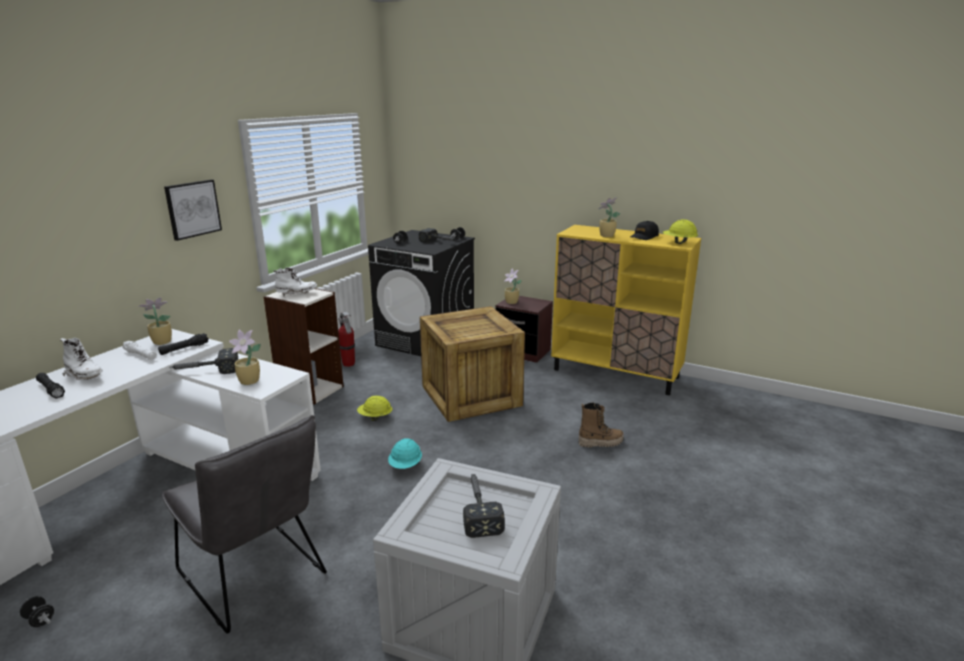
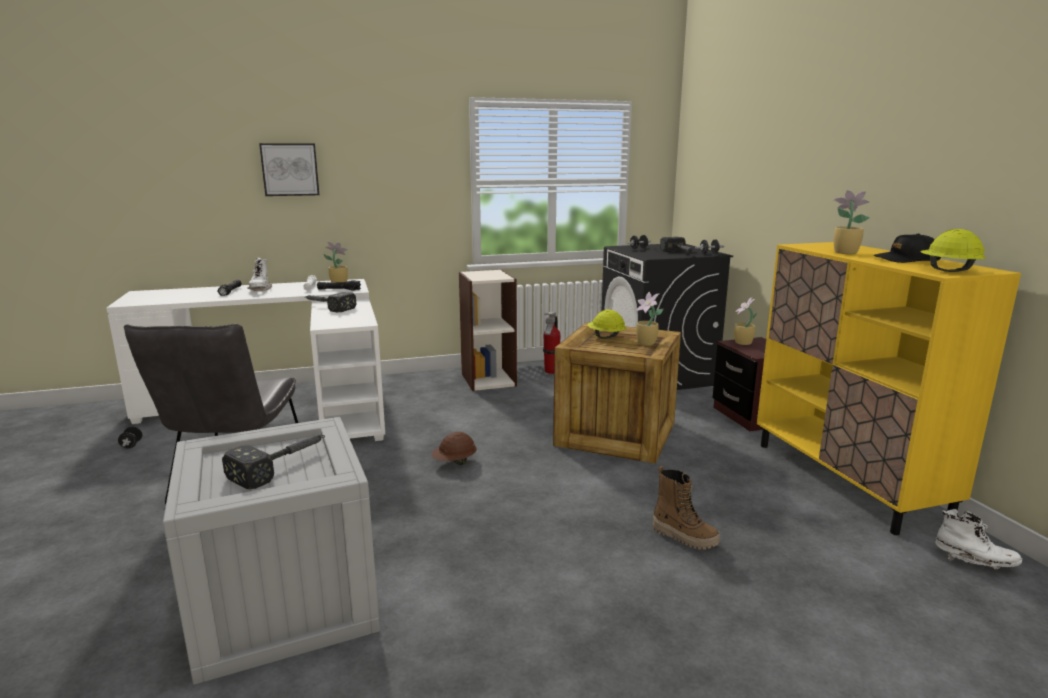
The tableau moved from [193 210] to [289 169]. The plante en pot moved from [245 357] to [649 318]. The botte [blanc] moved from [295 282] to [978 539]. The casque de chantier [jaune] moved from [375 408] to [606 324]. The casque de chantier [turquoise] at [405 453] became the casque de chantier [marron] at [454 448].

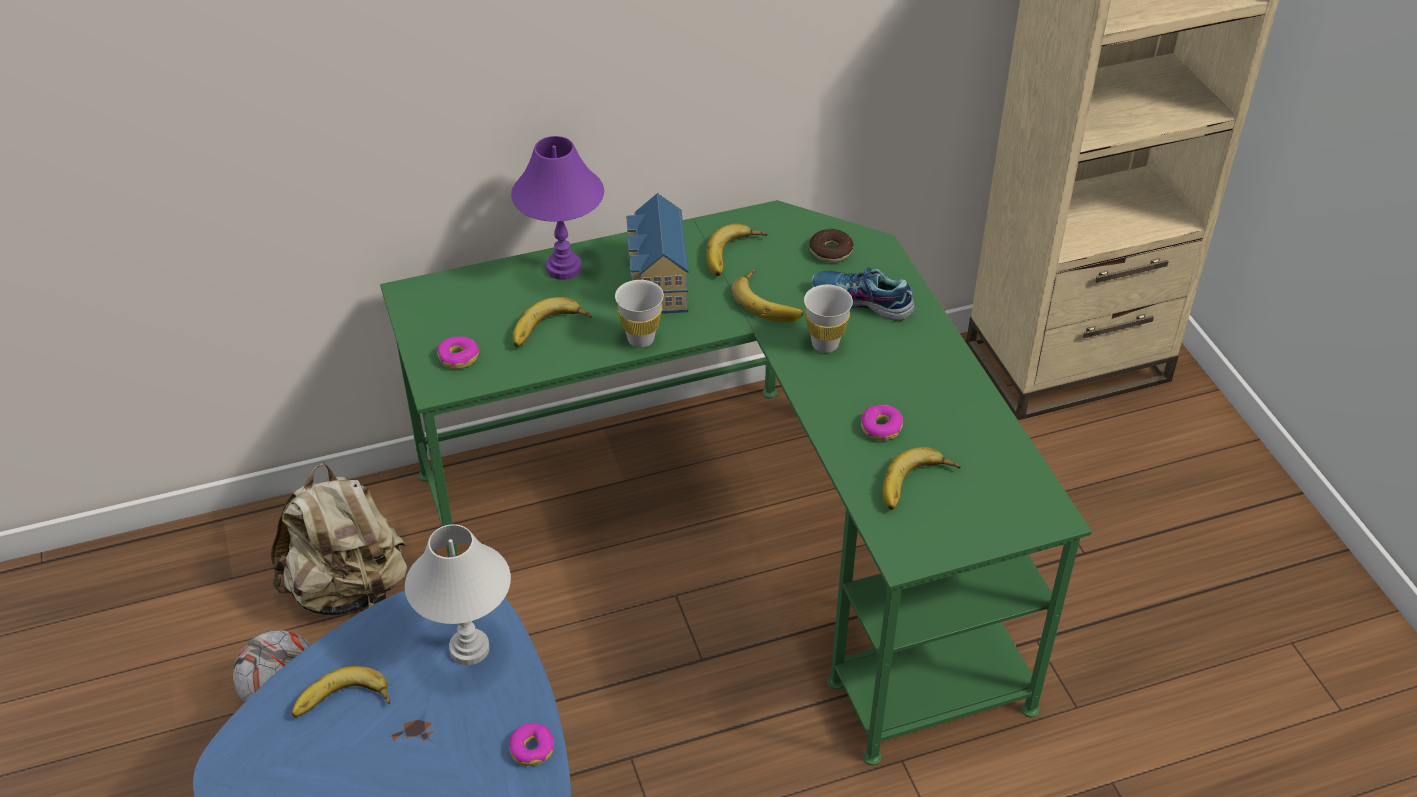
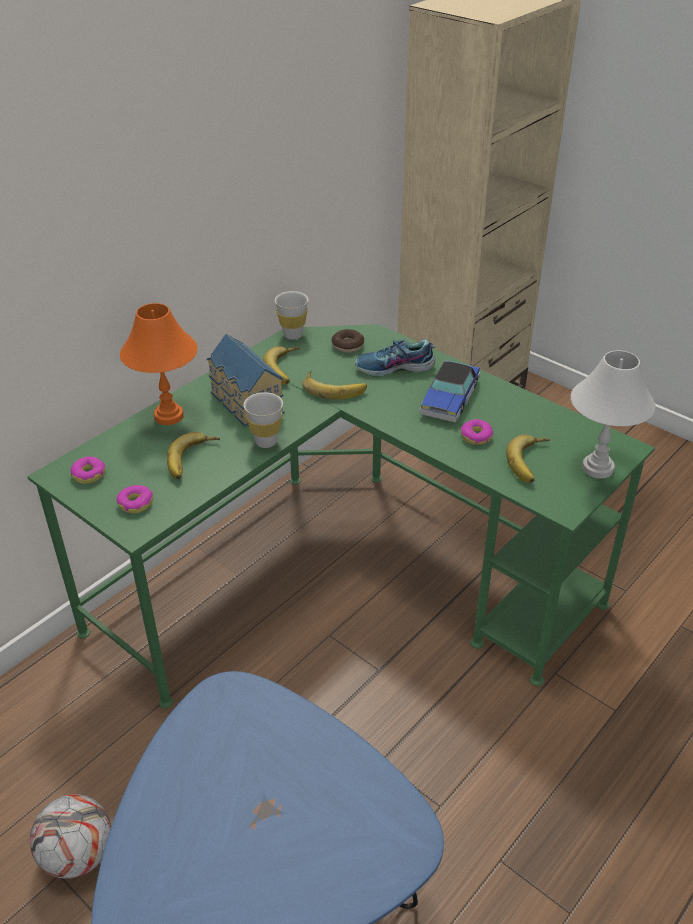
The sac à dos [beige] at [339 539] disappeared. The banane at [341 691] disappeared. The petite voiture at [449 391] appeared. The lampe de table [blanc] moved from [458 594] to [613 414]. The beignet moved from [531 744] to [87 470]. The tasse [blanc] moved from [828 319] to [291 315]. The lampe de table [violet] at [557 208] became the lampe de table [orange] at [159 364].

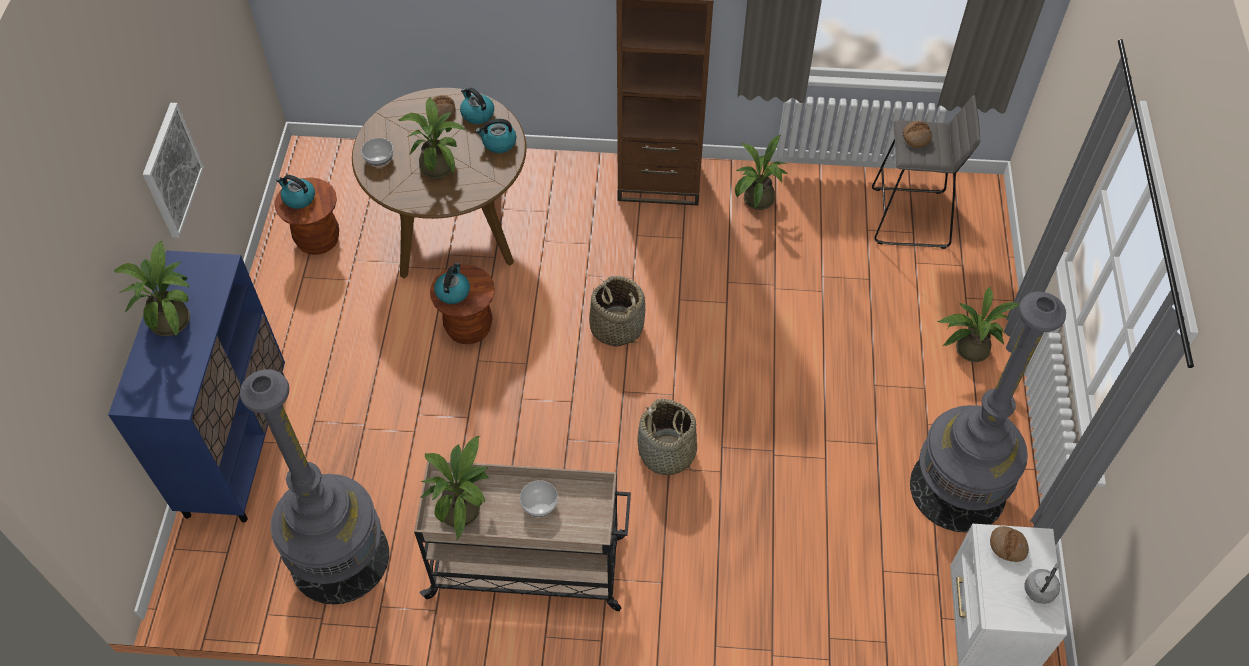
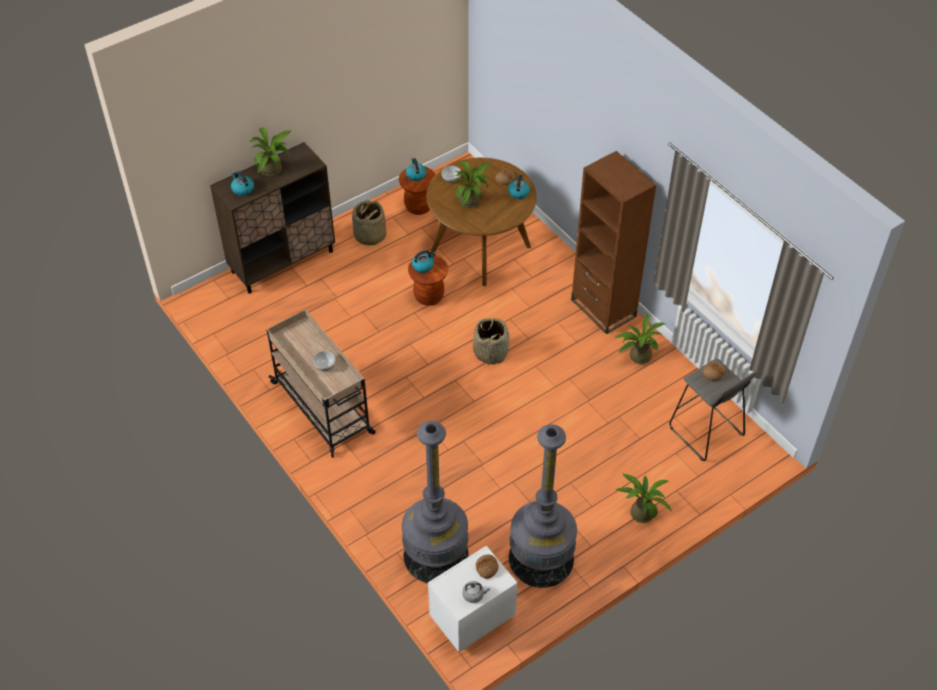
The tableau at [173 170] disappeared. The plante en pot at [454 488] disappeared. The lampadaire [gris] moved from [314 486] to [435 502]. The bouilloire moved from [495 136] to [242 184]. The panier moved from [667 437] to [369 223]. The meuble de rangement [bleu] at [196 386] became the meuble de rangement [marron] at [272 217].

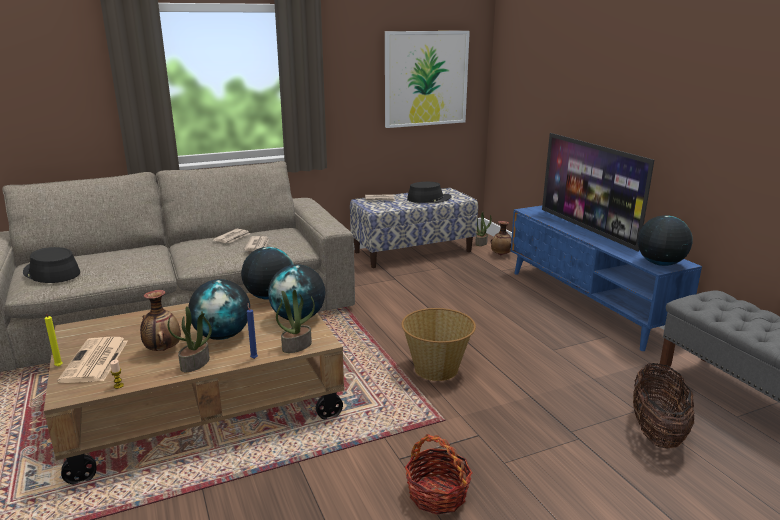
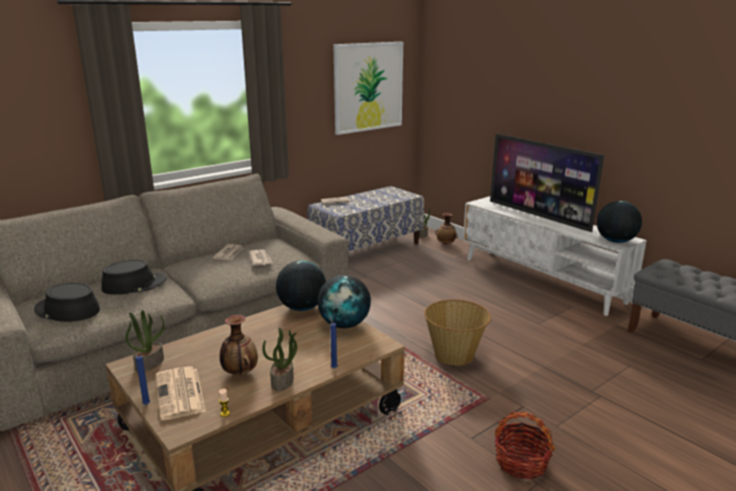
The globe at [219 309] disappeared. The panier at [664 406] disappeared. The plante en pot moved from [295 321] to [145 341]. The chapeau [noir] moved from [429 192] to [134 277]. The bougie [jaune] at [54 340] became the bougie [bleu] at [143 379]. The meuble télé [bleu] at [606 278] became the meuble télé [blanc] at [555 256].

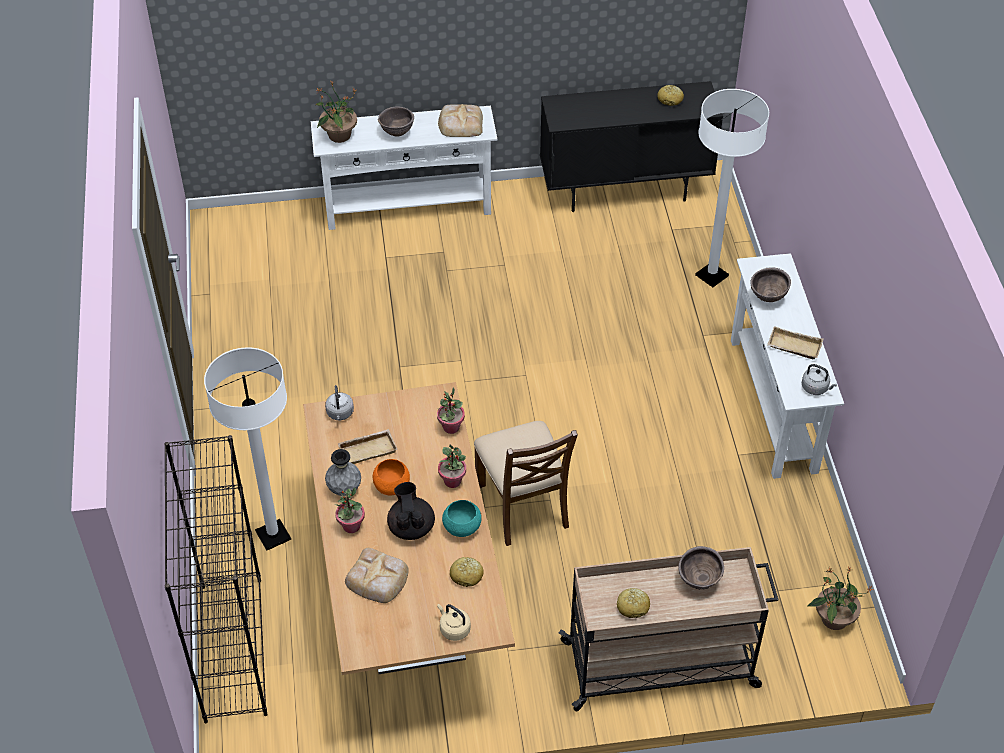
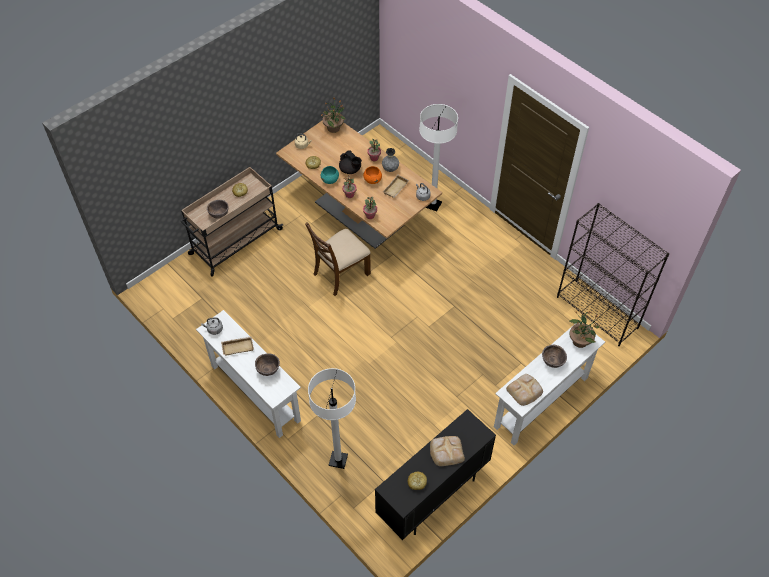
The bibliothèque [noir] moved from [216 579] to [613 274]. The pain moved from [377 575] to [447 451]. The plante en pot moved from [840 598] to [333 115]. The chaise [marron] at [526 483] turned 75 degrees counterclockwise.

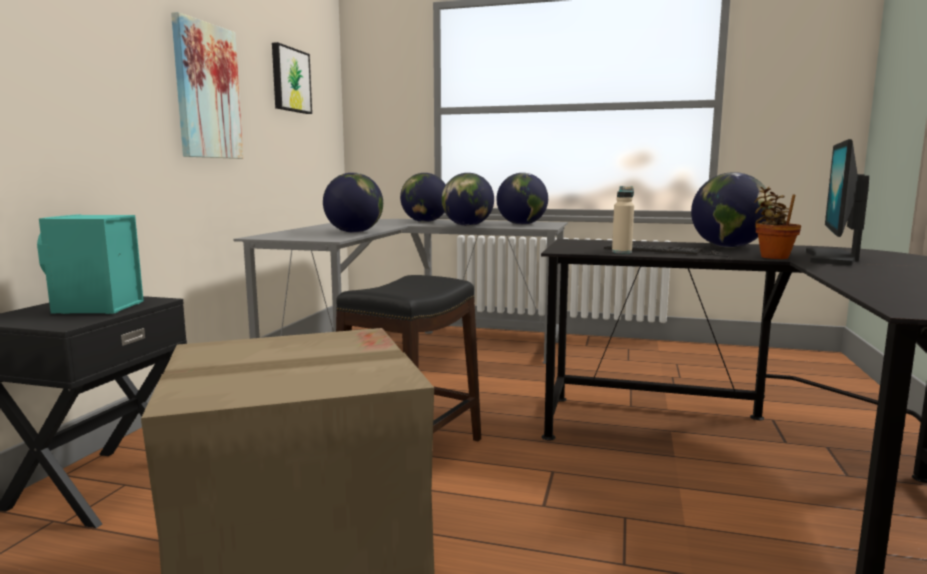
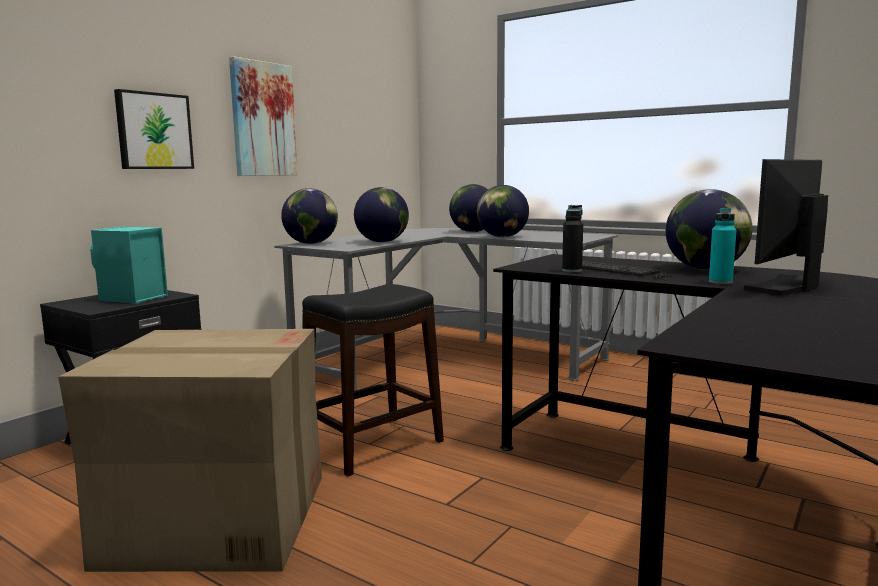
The tableau moved from [292 78] to [154 129]. The globe moved from [522 199] to [309 216]. The plante en pot at [778 223] was replaced by the bouteille [turquoise] at [722 245]. The bouteille [beige] at [623 220] became the bouteille [noir] at [572 238].

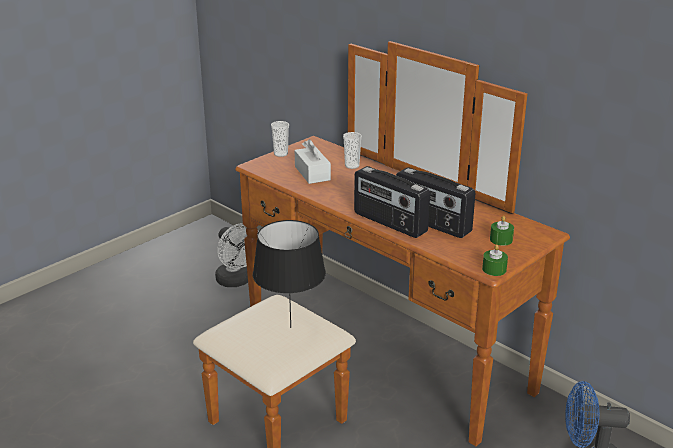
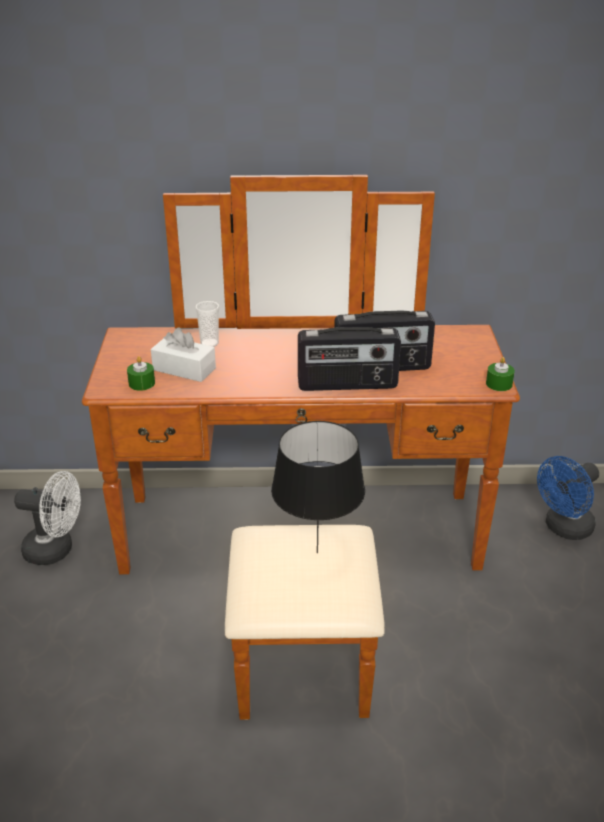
The tasse at [280 139] disappeared. The bougie [vert] moved from [502 231] to [141 373].

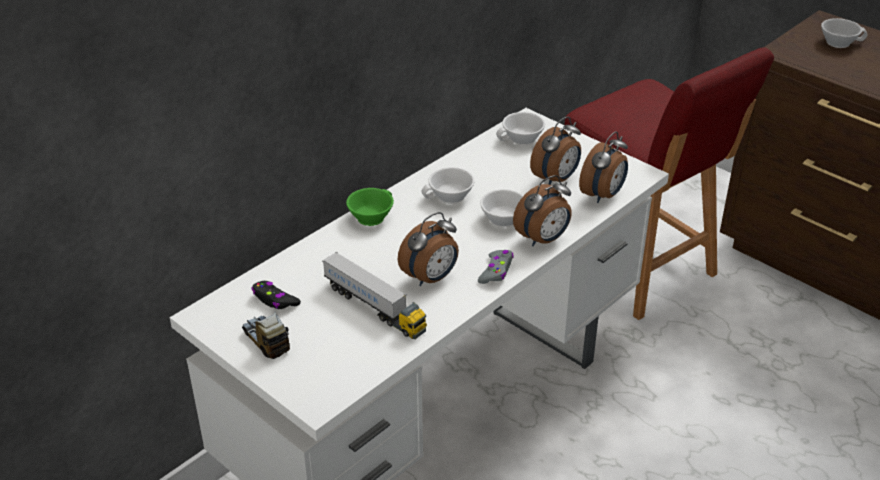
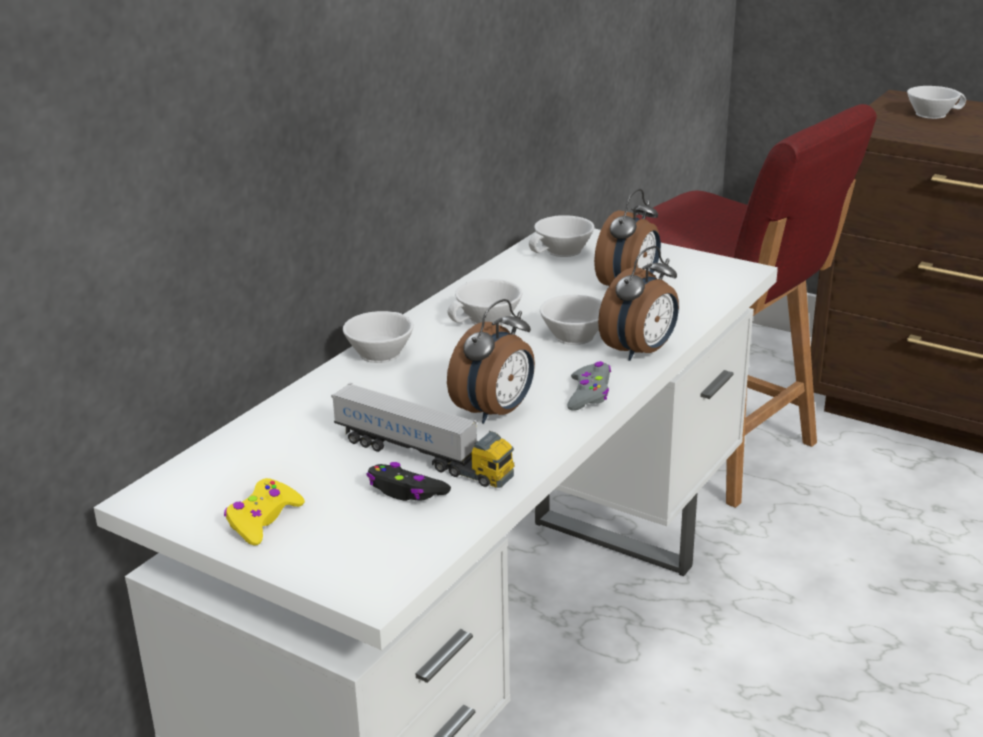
The réveil at [603 167] disappeared. The manette [noir] moved from [276 295] to [408 481]. The camion jouet at [266 335] was replaced by the manette [jaune] at [264 512]. The tasse [vert] at [370 207] became the tasse [blanc] at [378 337].

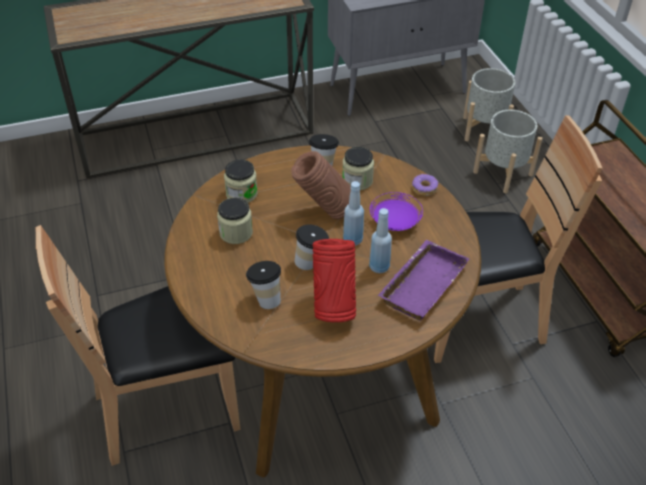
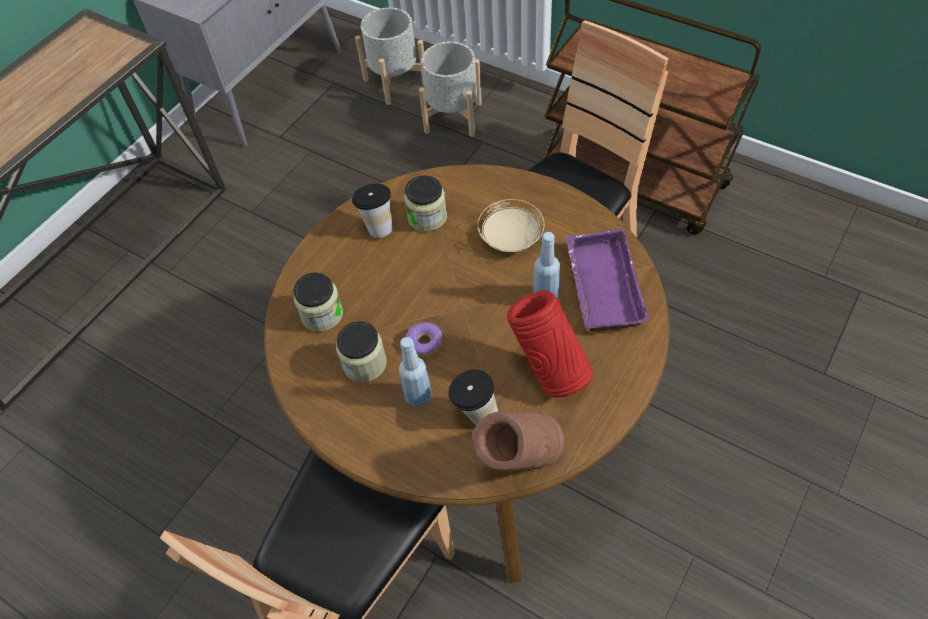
The tasse at [312 247] disappeared. The vase [marron] moved from [321 185] to [518 441]. The bouteille [bleu] moved from [353 213] to [415 372]. The beignet moved from [425 185] to [424 340]. The assiette [violet] at [396 211] became the assiette [beige] at [511 225].

